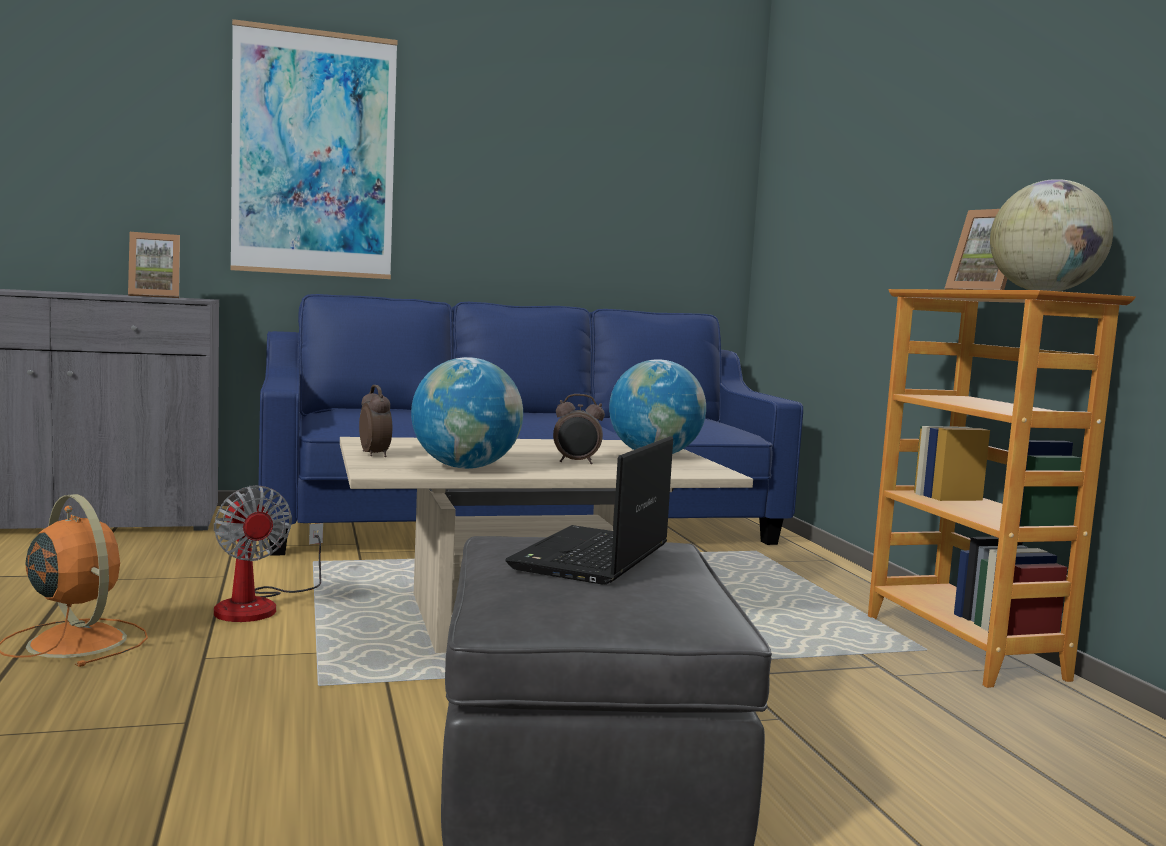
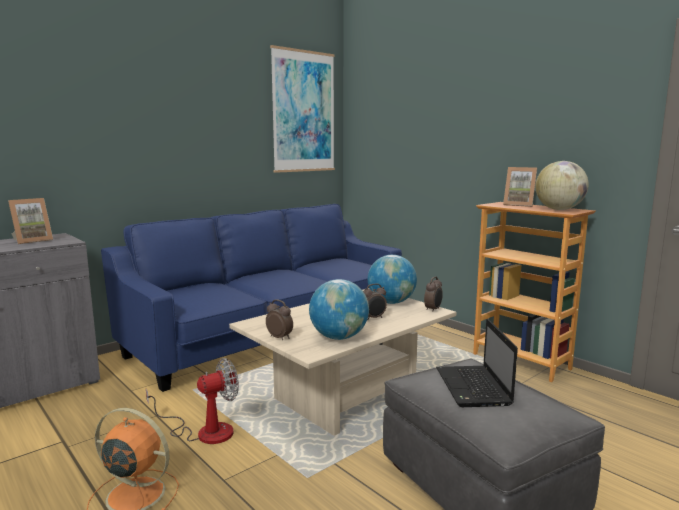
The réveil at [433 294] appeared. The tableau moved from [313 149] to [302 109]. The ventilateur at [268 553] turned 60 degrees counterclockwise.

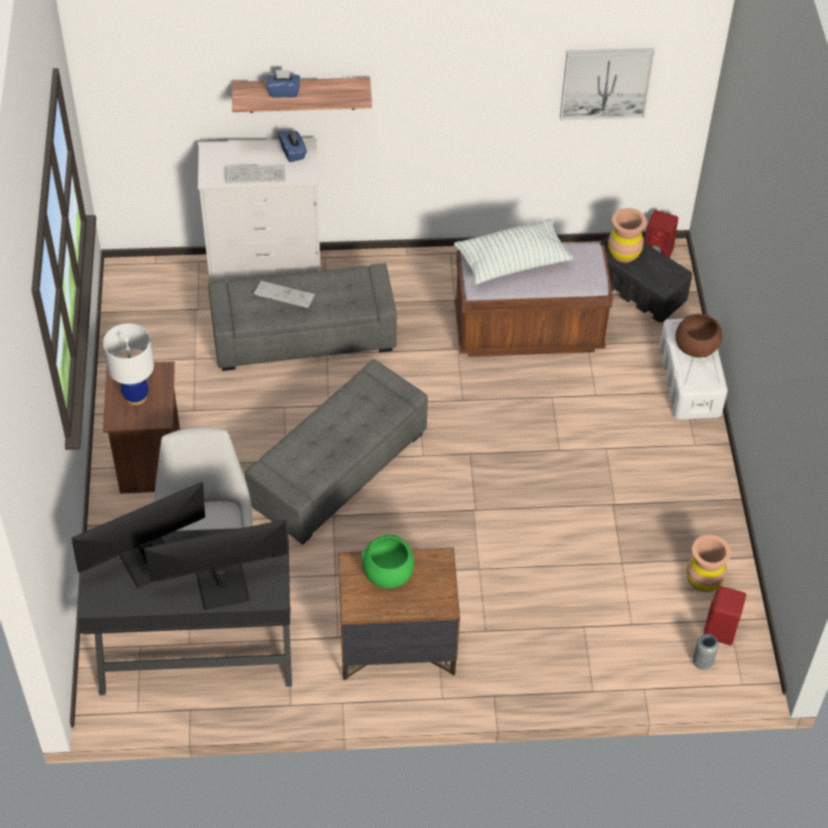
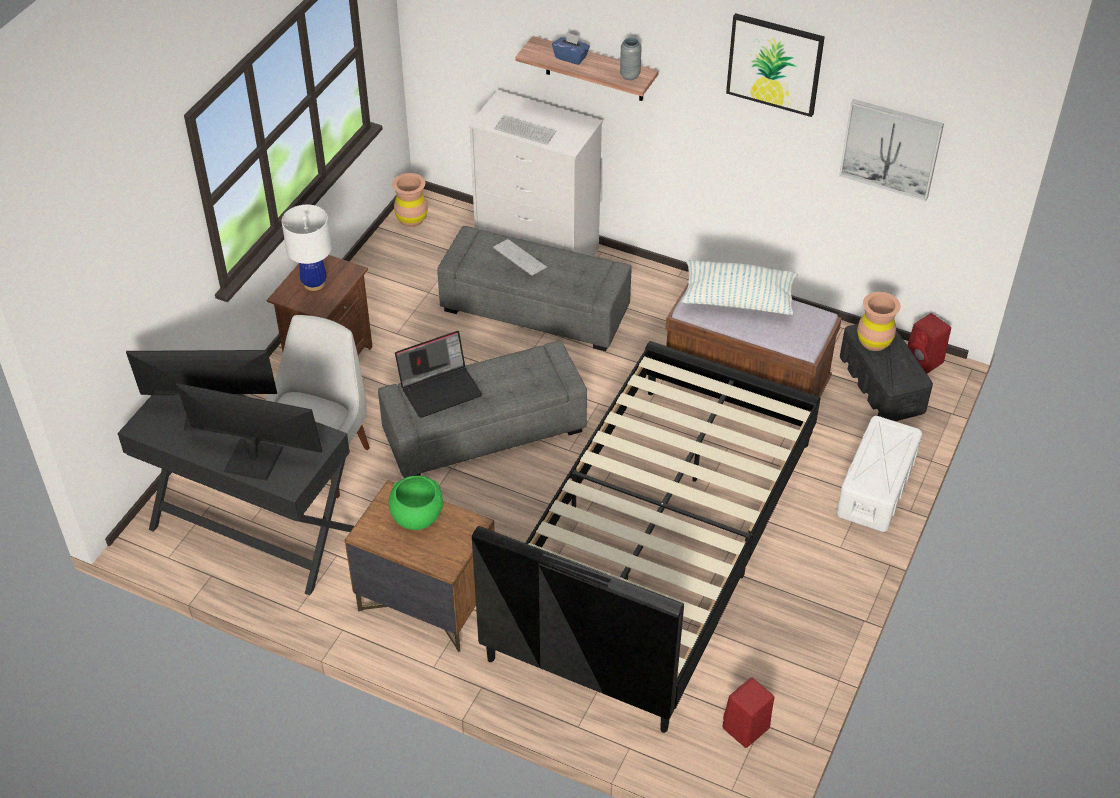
The boîte à mouchoirs [bleu] at [292 146] disappeared. The bol [marron] at [699 336] disappeared. The ordinateur portable at [438 374] appeared. The lit [noir] at [646 537] appeared. The tableau at [775 65] appeared. The vase [marron] moved from [708 563] to [410 200]. The vase [gris] moved from [706 652] to [631 58].

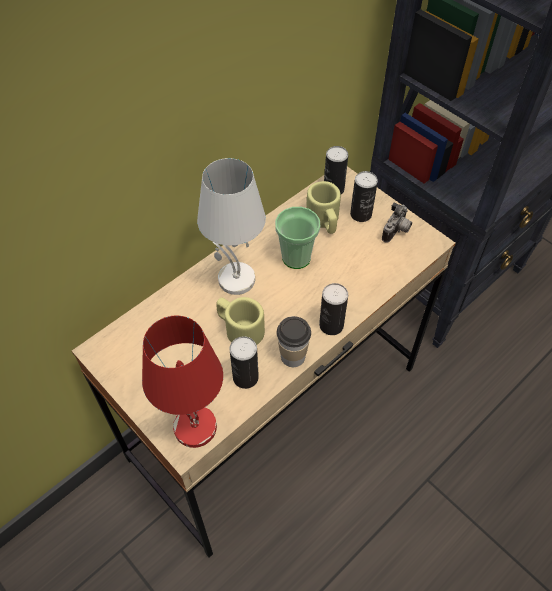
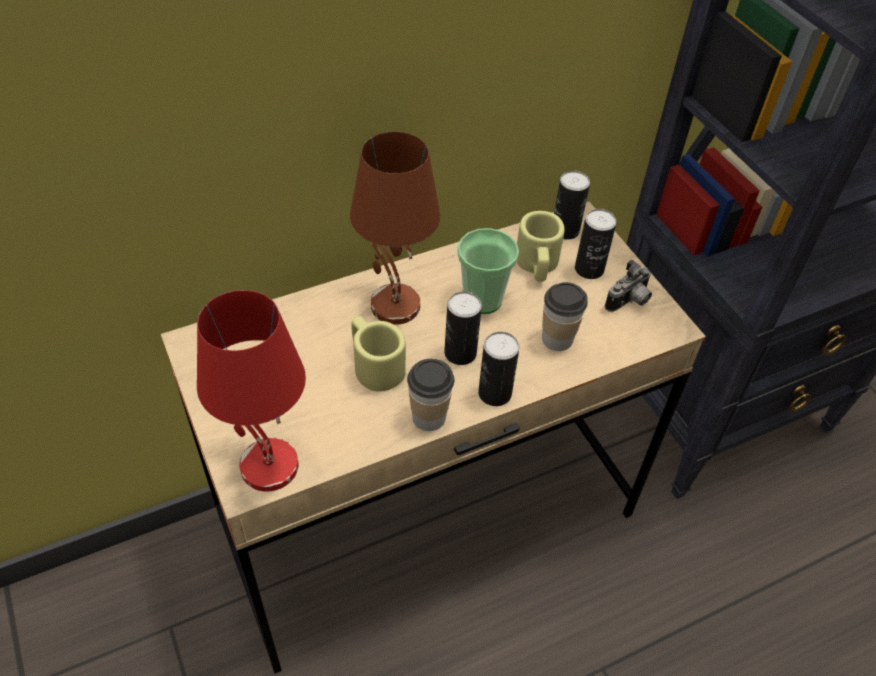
The tasse at [565 316] appeared. The boîte métallique moved from [244 362] to [463 328]. The lampe de table [blanc] at [231 226] became the lampe de table [marron] at [395 228].

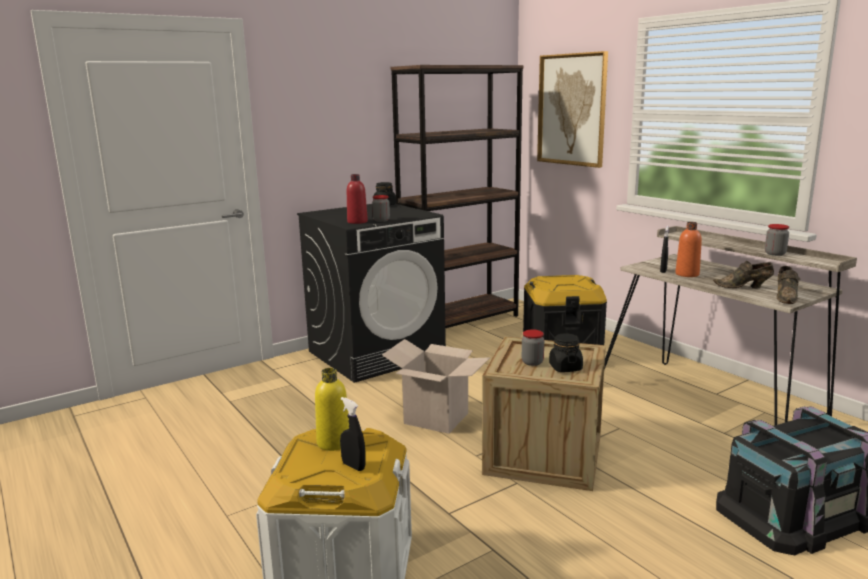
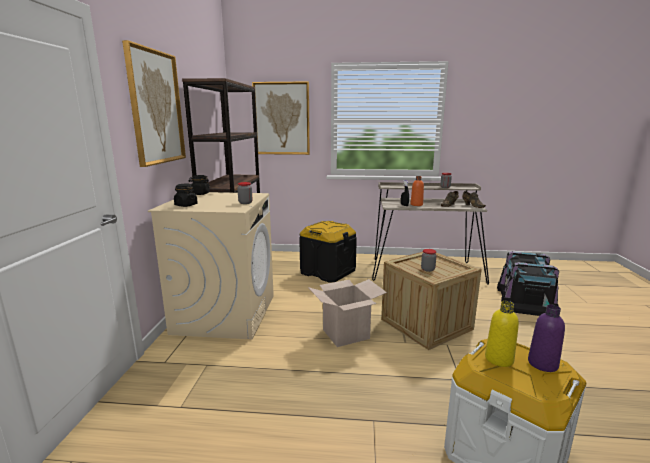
The bouteille [rouge] at [357 199] disappeared. The tableau at [154 103] appeared. The bocal [noir] moved from [566 352] to [186 195]. The vaporisateur [noir] at [353 434] was replaced by the bouteille [violet] at [546 338]. The lave-linge [noir] at [371 293] became the lave-linge [beige] at [211 265].

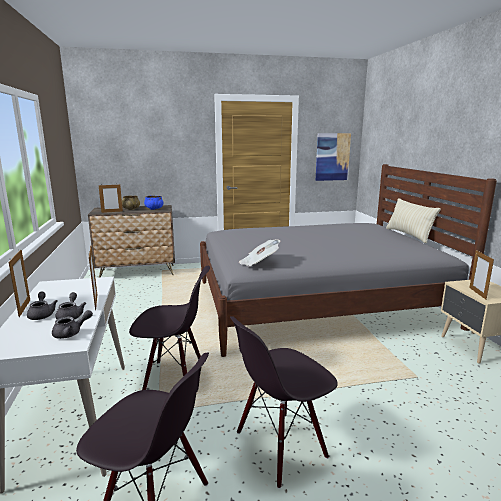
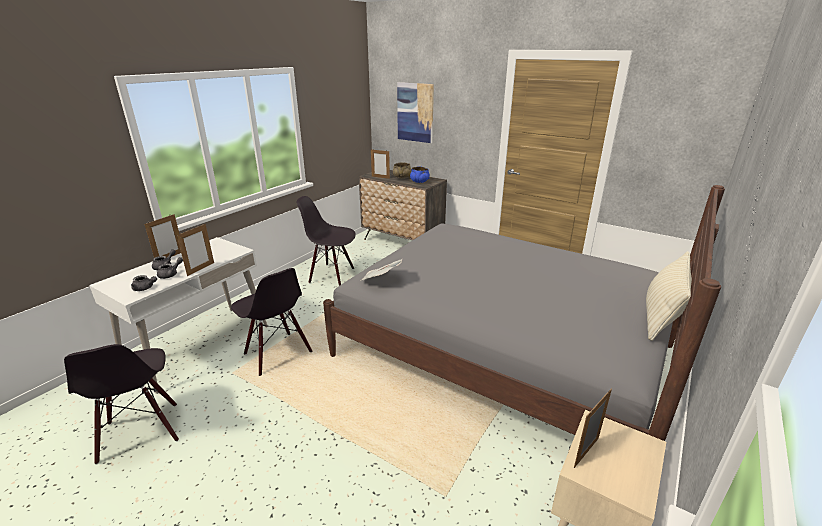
The chaise [noir] moved from [284 402] to [326 241]. The tableau moved from [333 157] to [415 112].

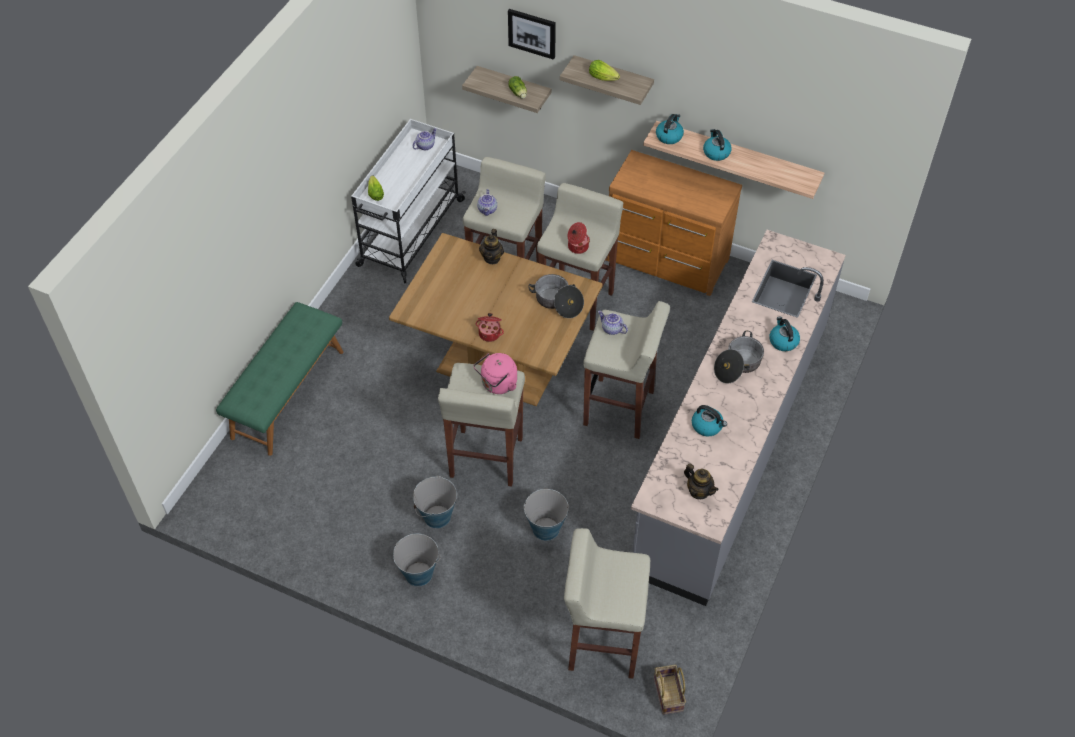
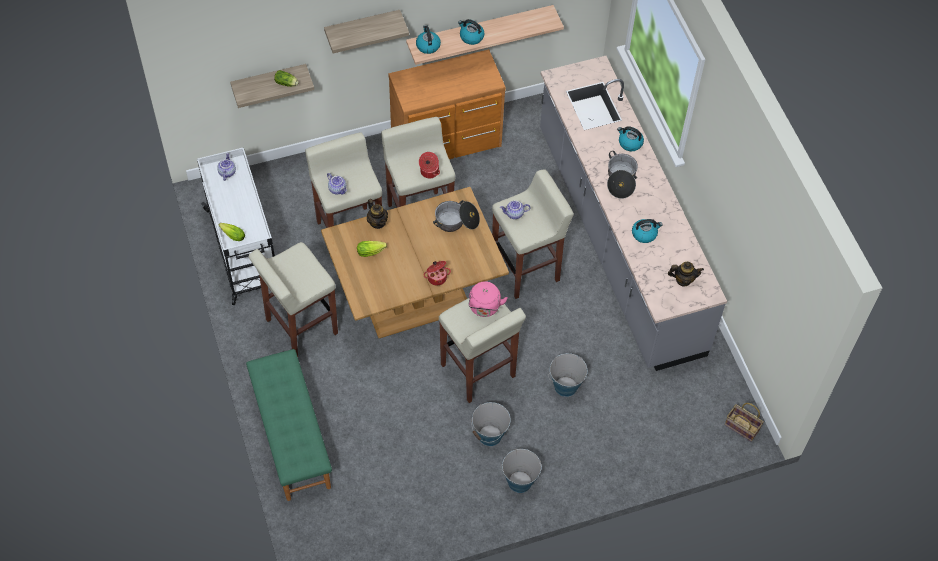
The tableau at [532 34] disappeared. The tabouret [beige] moved from [607 603] to [293 299]. The laitue moved from [604 70] to [372 249].

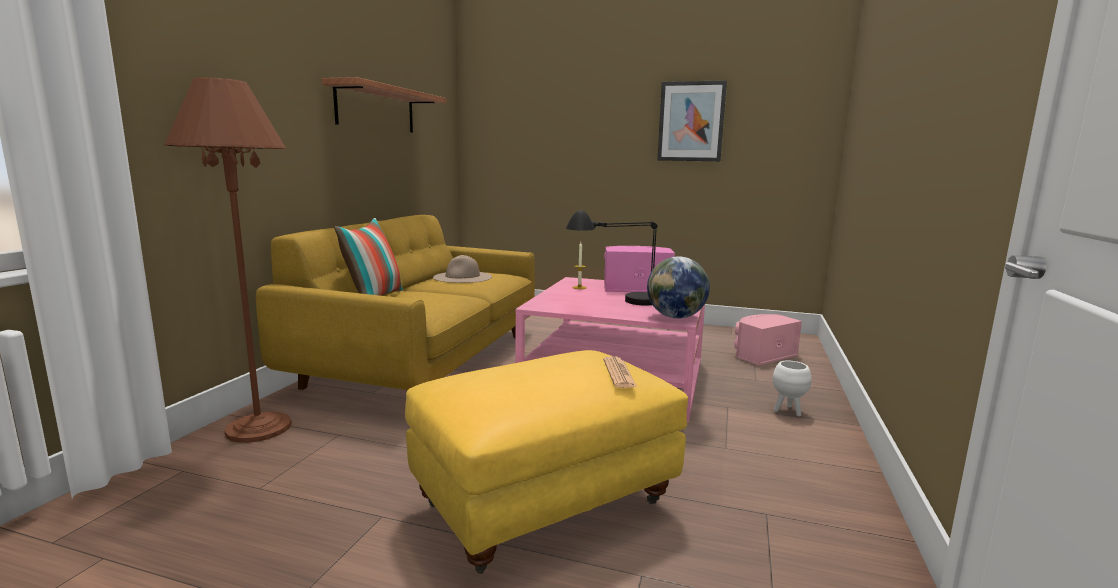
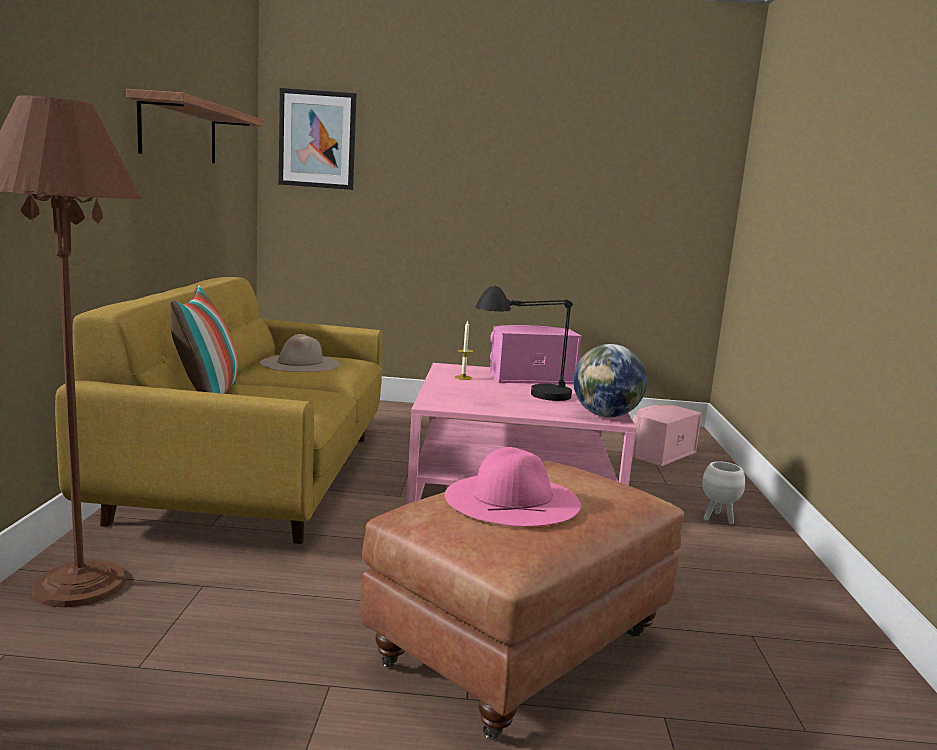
The journal at [620 372] disappeared. The chapeau [rose] at [513 487] appeared. The tableau moved from [692 120] to [317 139]. The pouf [jaune] at [546 462] became the pouf [marron] at [522 599].

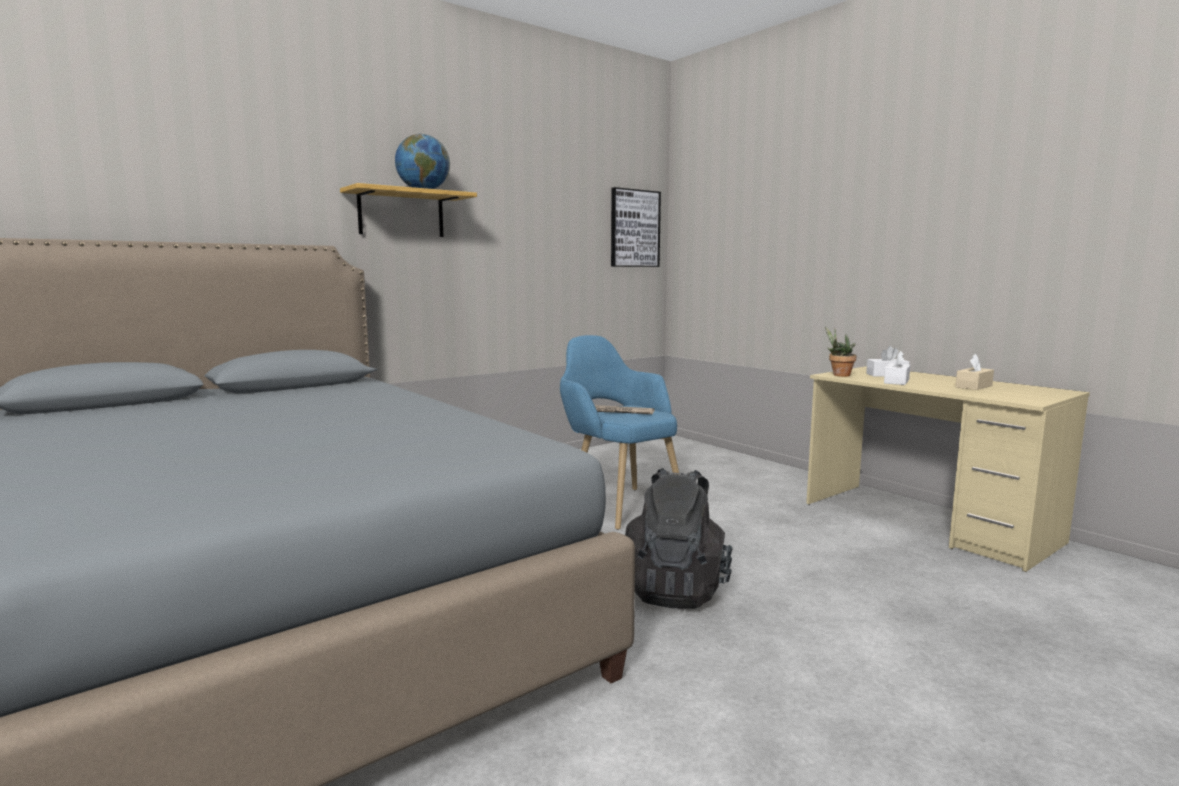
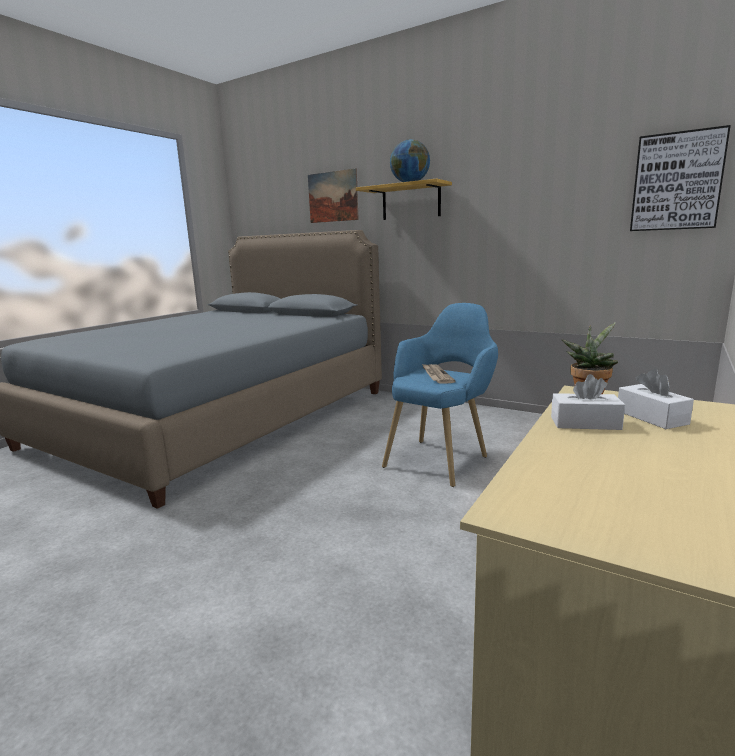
The sac à dos [noir] at [679 538] disappeared. The boîte à mouchoirs [beige] at [974 372] disappeared. The tableau at [333 195] appeared.

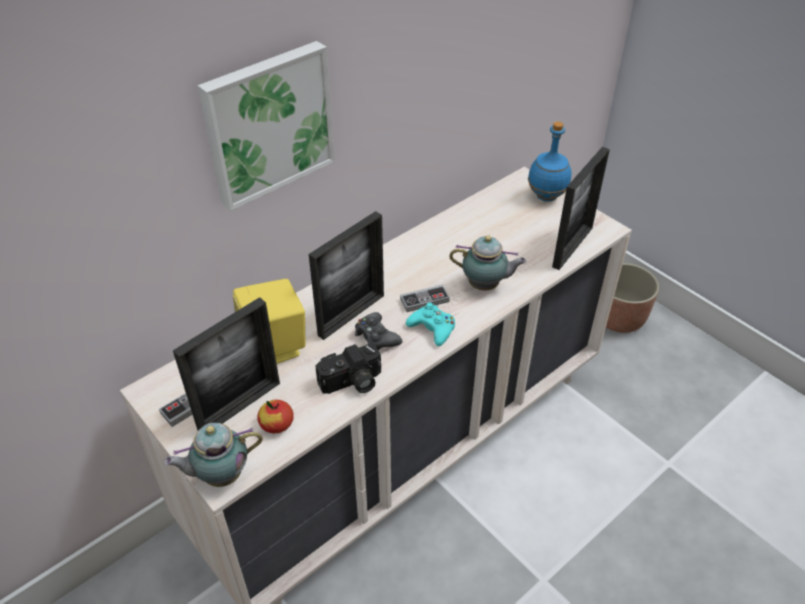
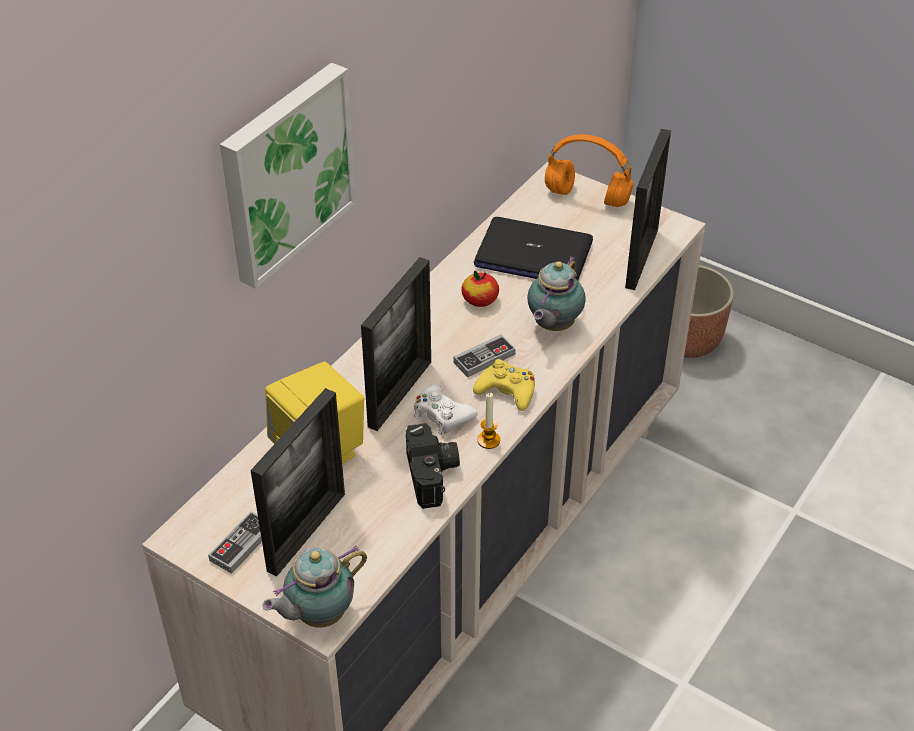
The ordinateur portable at [533 248] appeared. The bougie at [488 421] appeared. The pomme moved from [275 416] to [480 289]. The bouteille [bleu] at [550 162] was replaced by the casque audio [orange] at [589 170]. The manette [noir] at [378 331] became the manette [blanc] at [446 409]. The manette [turquoise] at [430 324] became the manette [jaune] at [504 385]. The appareil photo at [348 369] turned 60 degrees counterclockwise. The théière at [488 262] turned 120 degrees clockwise.

